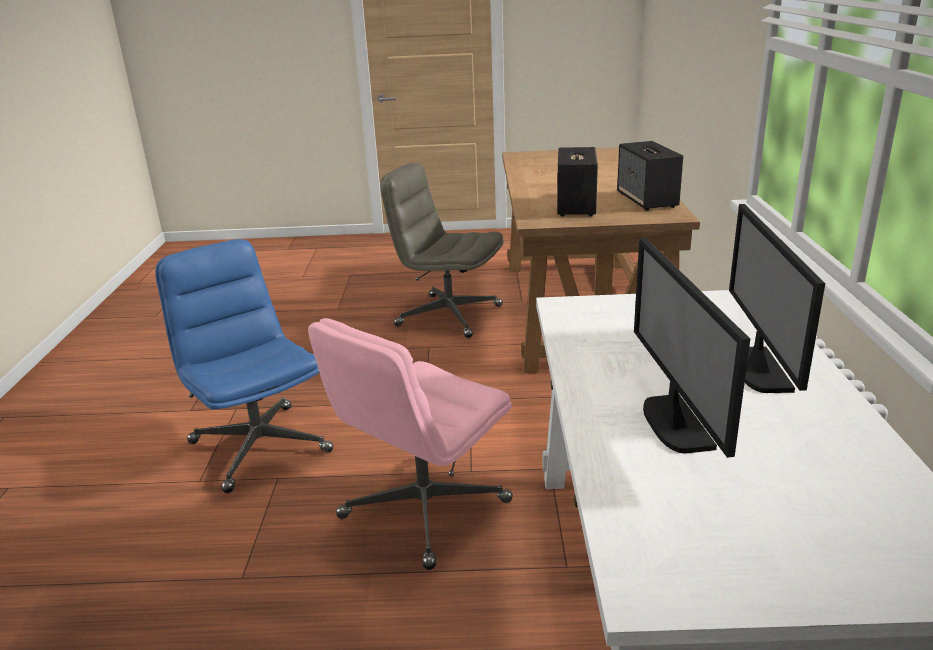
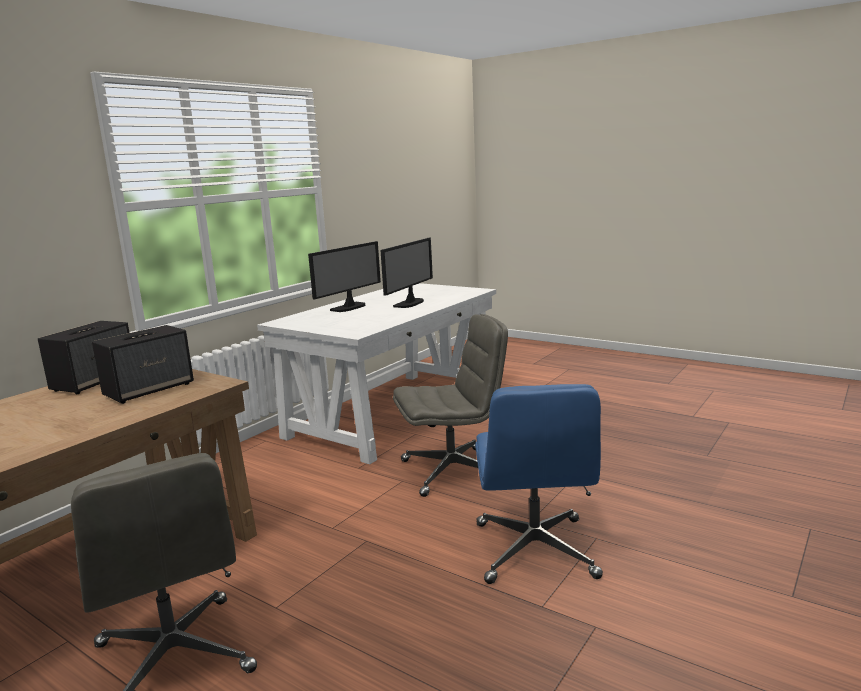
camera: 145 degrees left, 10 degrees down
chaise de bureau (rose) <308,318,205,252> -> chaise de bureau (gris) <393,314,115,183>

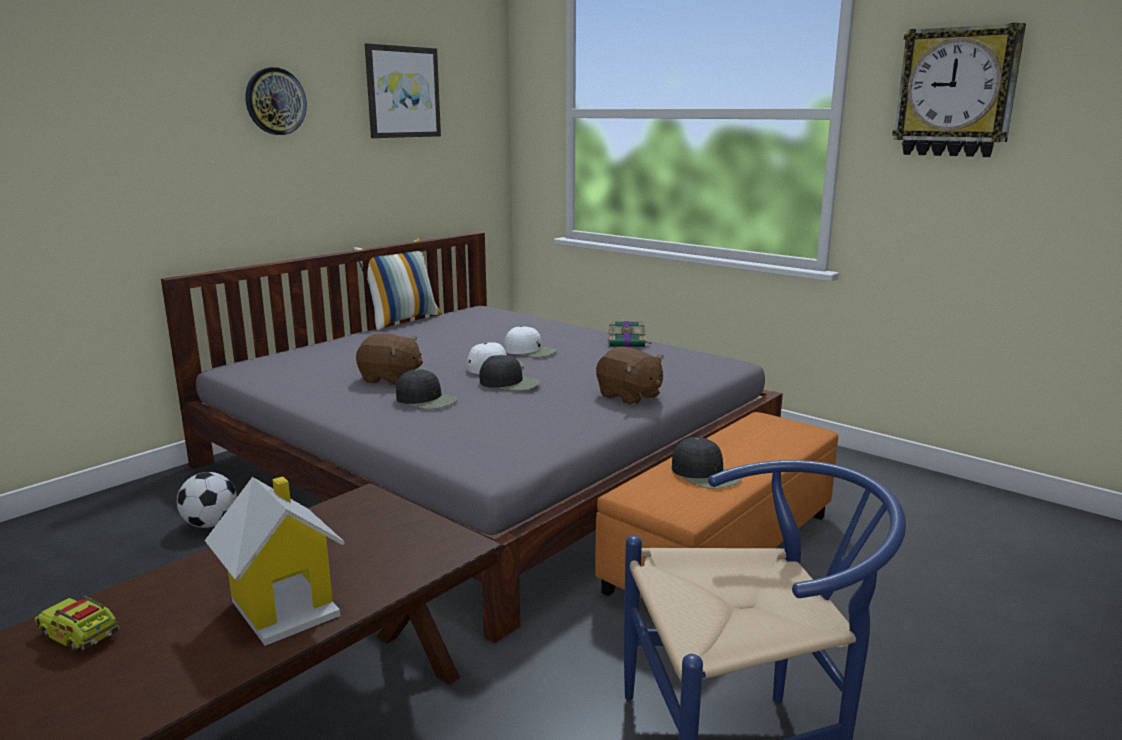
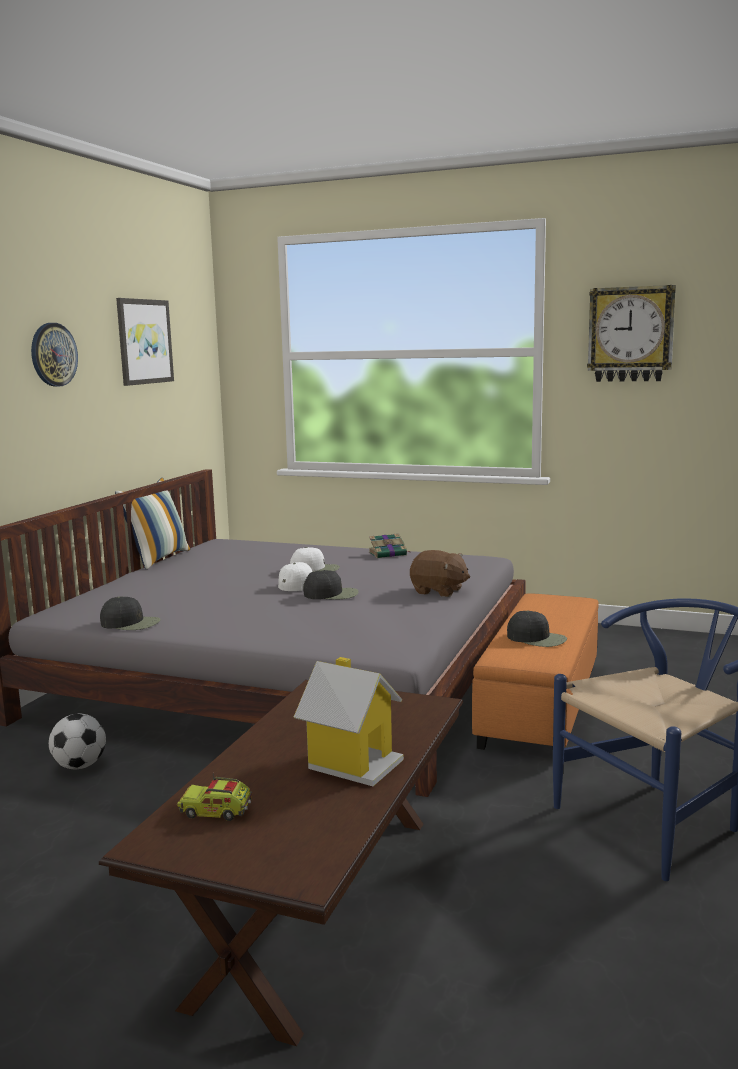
camera: 20 degrees left, 5 degrees down
peluche (marron) <356,333,67,52> -> none
casquette (noir) <396,369,62,40> -> casquette (noir) <100,596,61,34>, relocated

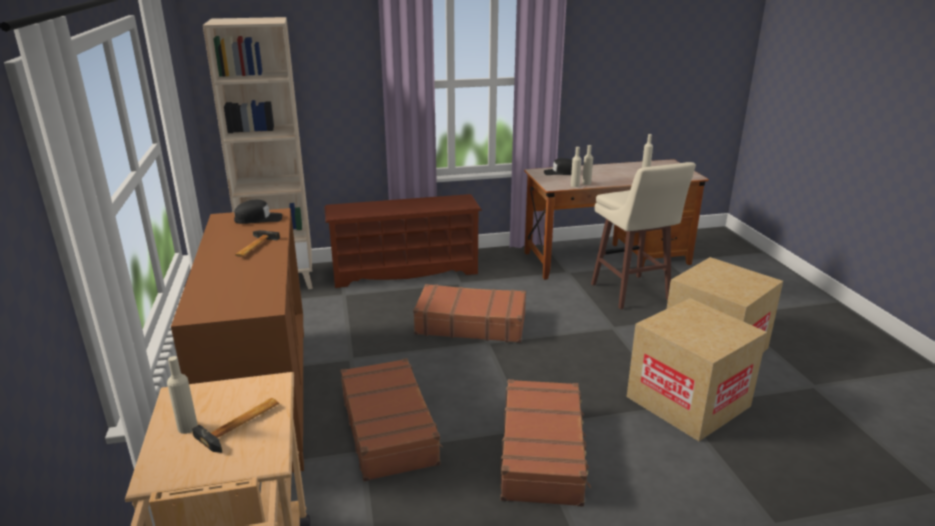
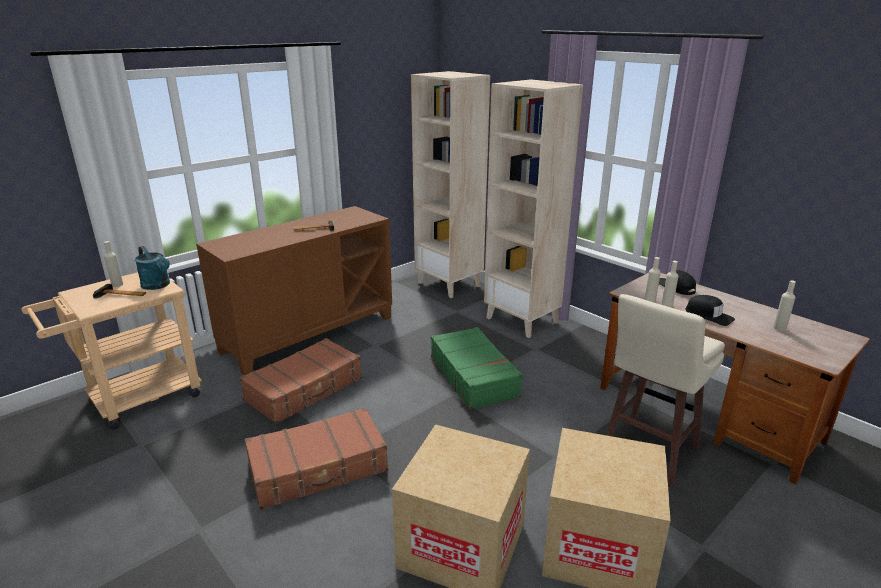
camera: 60 degrees right, 0 degrees up
none -> arrosoir (turquoise) <135,246,35,44>
casquette (noir) <234,200,48,24> -> casquette (noir) <685,295,50,31>, relocated
étagère à chaussures (marron) <324,194,158,94> -> bibliothèque (beige) <484,79,99,259>
valise (marron) <413,284,113,59> -> valise (vert) <431,327,92,83>

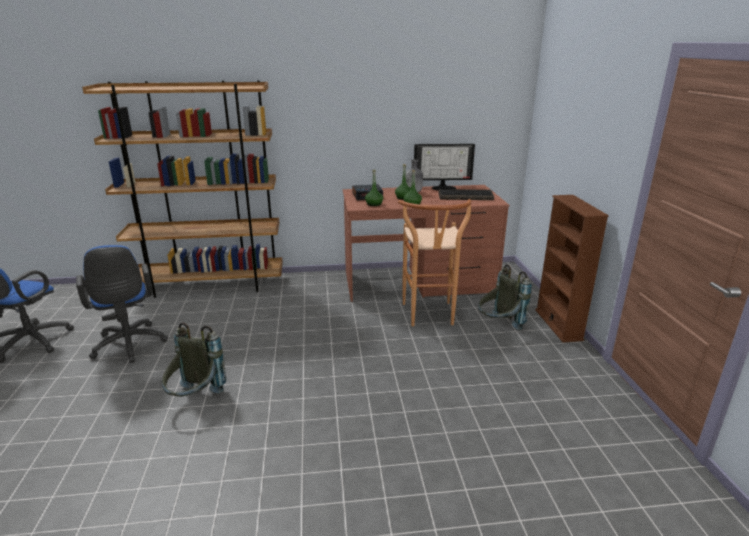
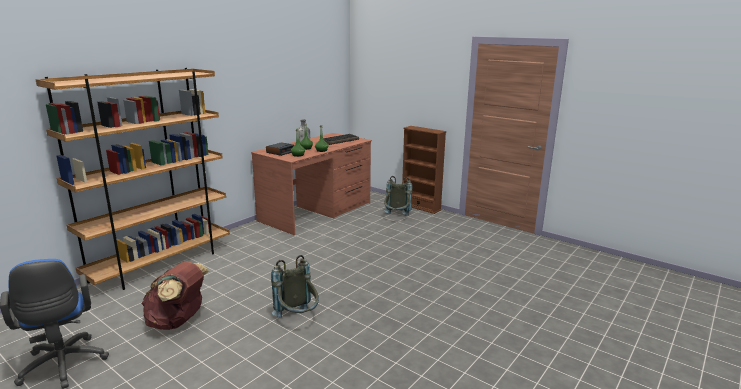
camera: 45 degrees left, 5 degrees down
tabouret (marron) <398,199,74,127> -> none
écran d'ordinateur <414,144,61,47> -> none
chaise de bureau (bleu) <76,245,92,118> -> sac à dos (marron) <142,262,67,68>

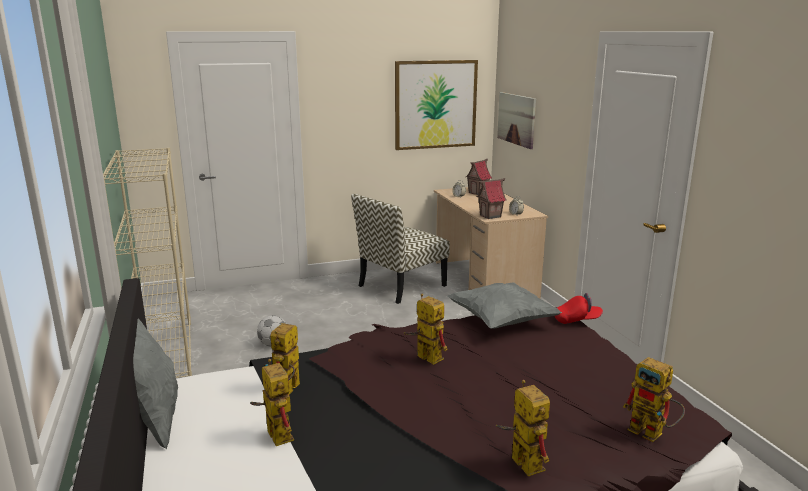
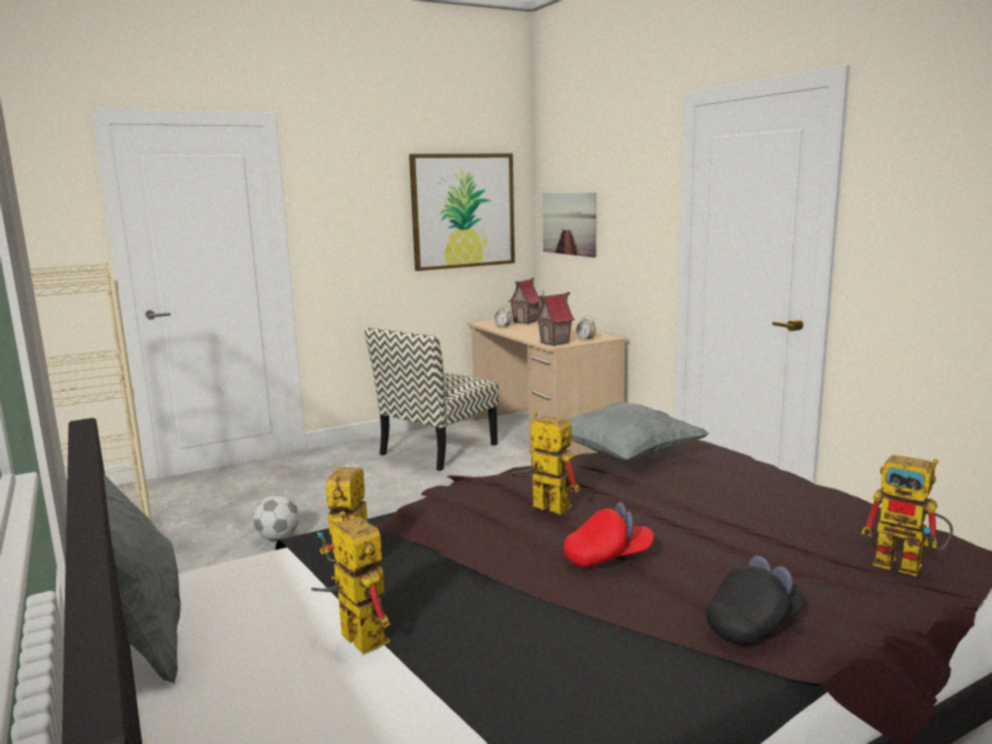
camera: 10 degrees left, 5 degrees down
casquette (rouge) <555,293,48,31> -> casquette (rouge) <564,502,90,66>, relocated
robot jouet <496,380,54,96> -> casquette (noir) <706,556,99,89>

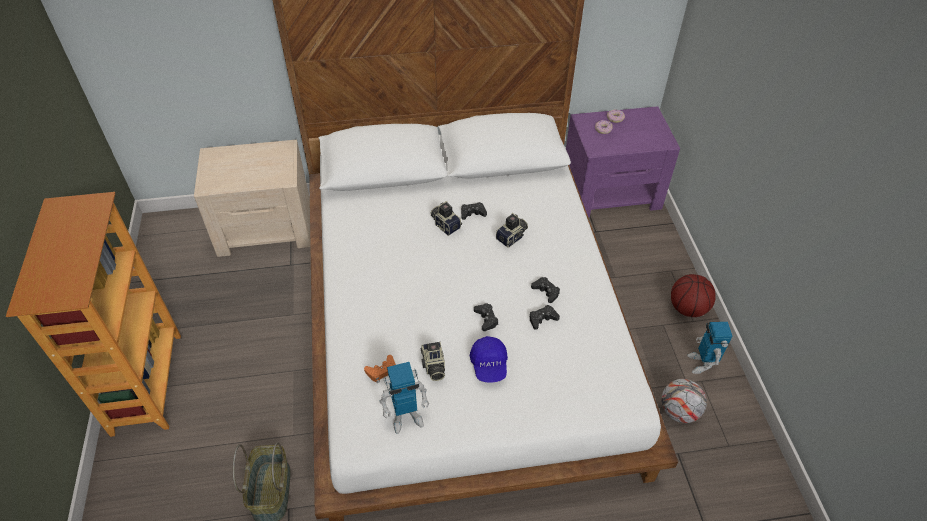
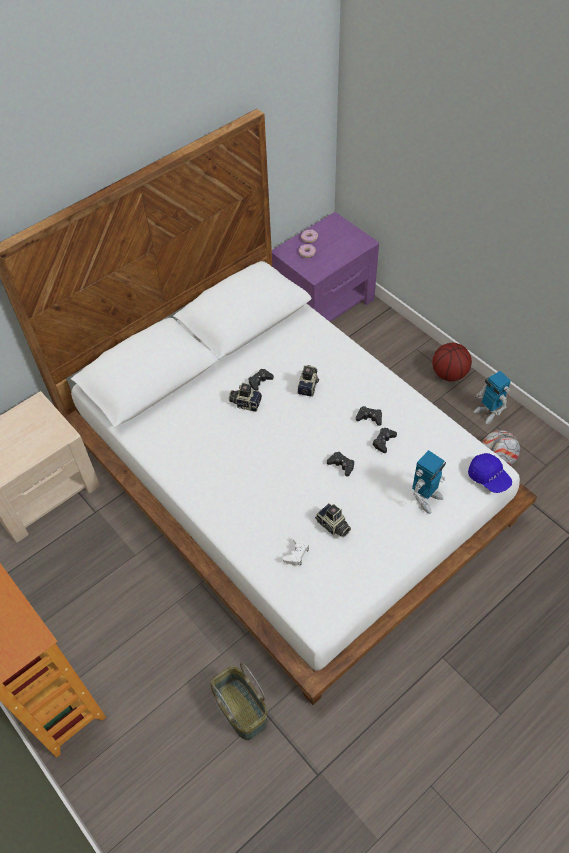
camera: 30 degrees left, 5 degrees up
robot jouet <380,362,50,72> -> robot jouet <412,450,34,64>, relocated
casquette (bleu) <470,336,38,47> -> casquette (bleu) <468,453,44,40>, relocated
manette (orange) <364,355,32,28> -> manette (blanc) <283,536,26,30>

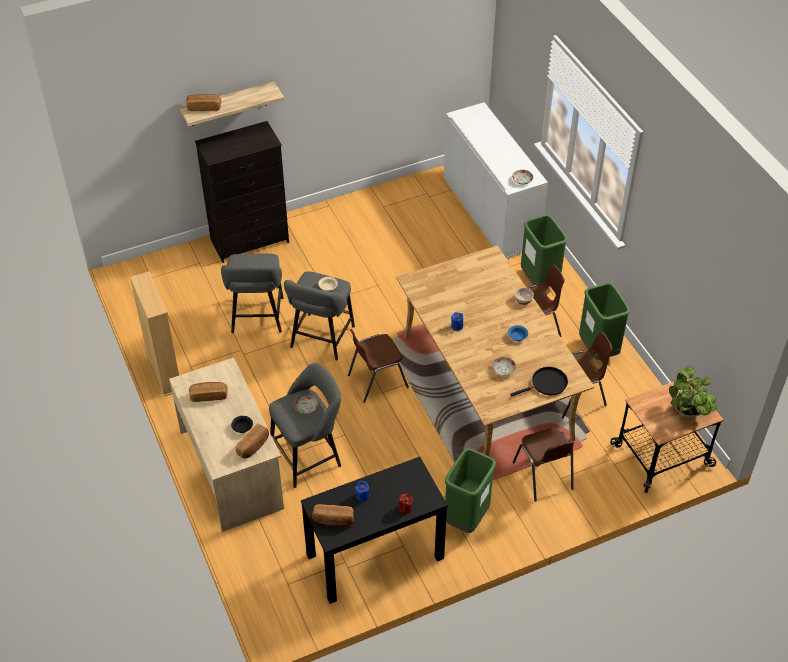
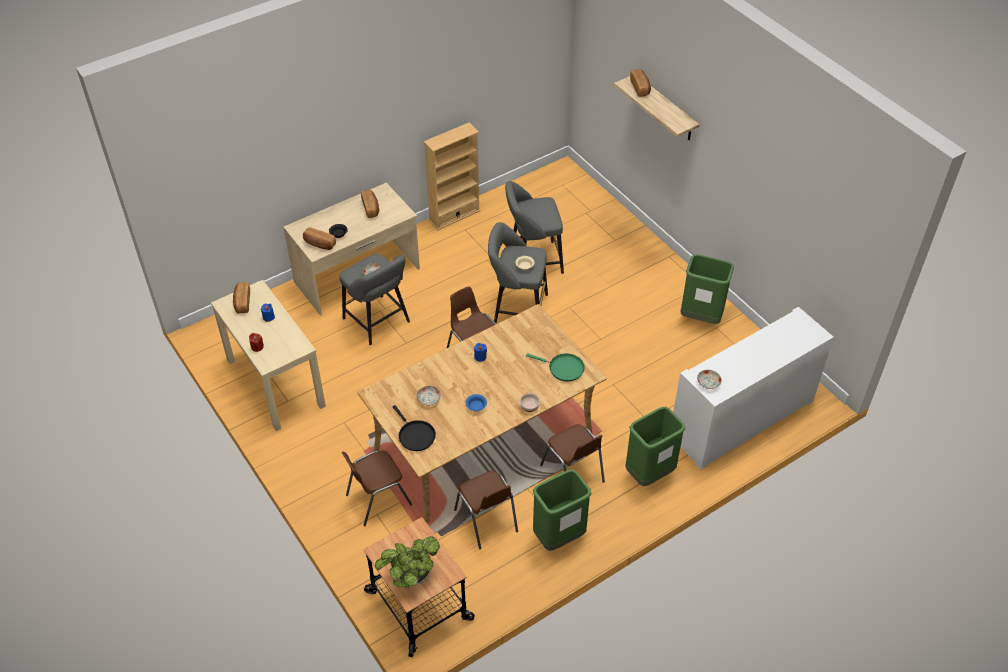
camera: 80 degrees right, 0 degrees up
commode (noir) <195,121,94,142> -> none
none -> poêle (vert) <526,353,59,29>
poubelle (vert) <445,448,51,85> -> poubelle (vert) <681,254,53,70>, relocated
table console (noir) <301,457,147,147> -> table console (beige) <211,280,115,151>

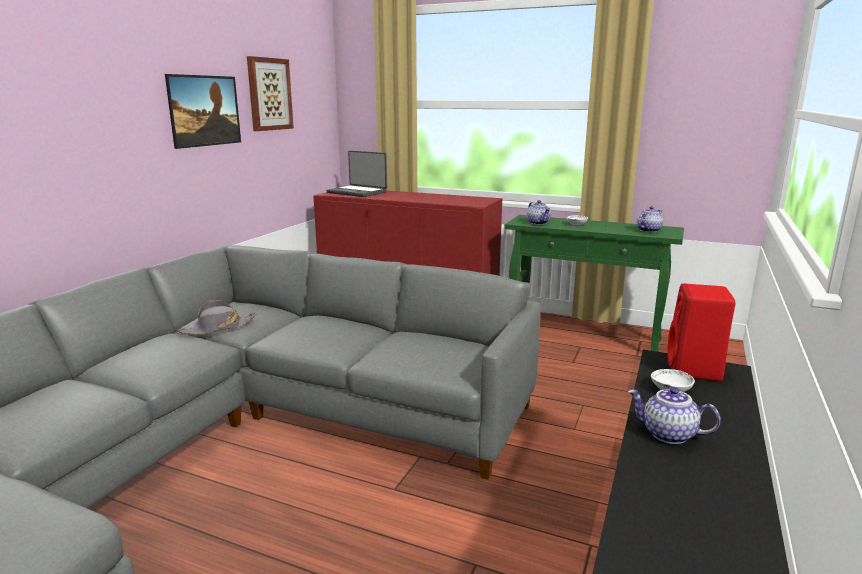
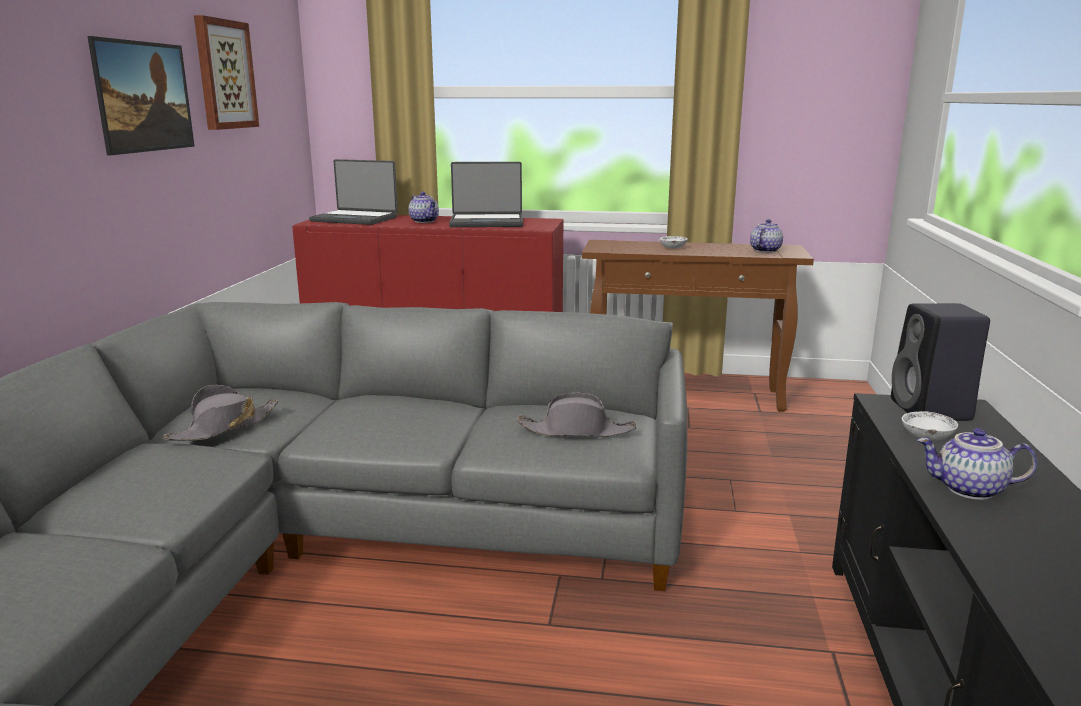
camera: 15 degrees left, 0 degrees up
none -> ordinateur portable <449,162,74,65>
none -> chapeau (gris) <517,392,119,45>
théière <527,200,24,25> -> théière <409,192,30,31>, relocated
table console (vert) <504,215,180,137> -> table console (marron) <582,240,232,172>
enceinte (rouge) <667,284,69,97> -> enceinte (noir) <891,303,99,118>

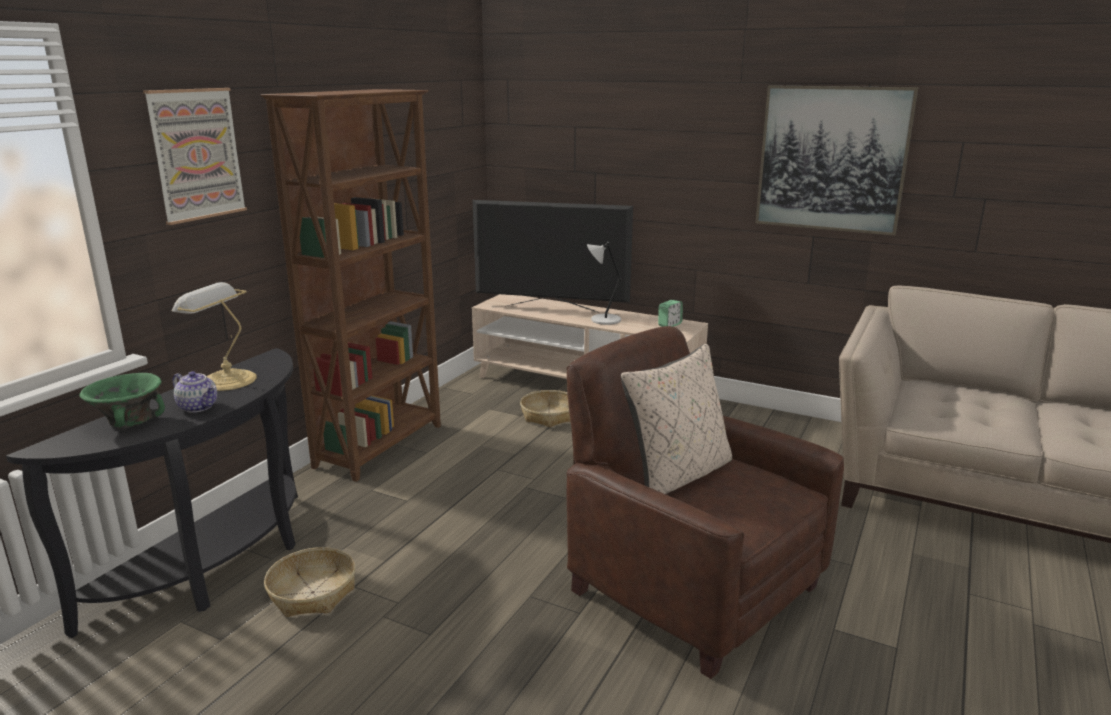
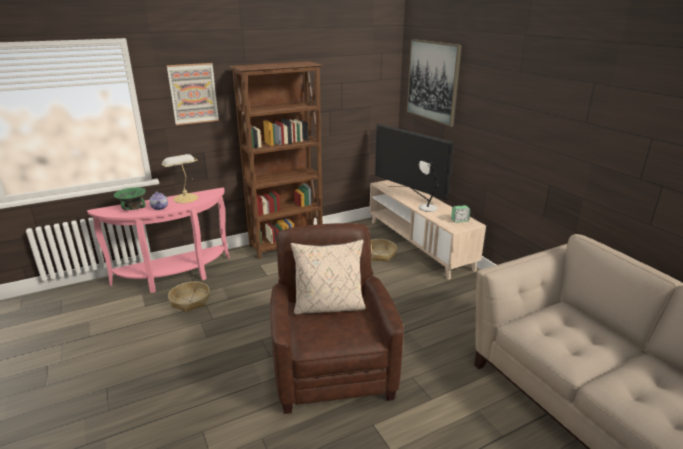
camera: 35 degrees right, 5 degrees up
tableau <756,86,162,150> -> tableau <407,39,55,88>, relocated
table console (noir) <6,348,292,290> -> table console (rose) <87,187,143,106>

